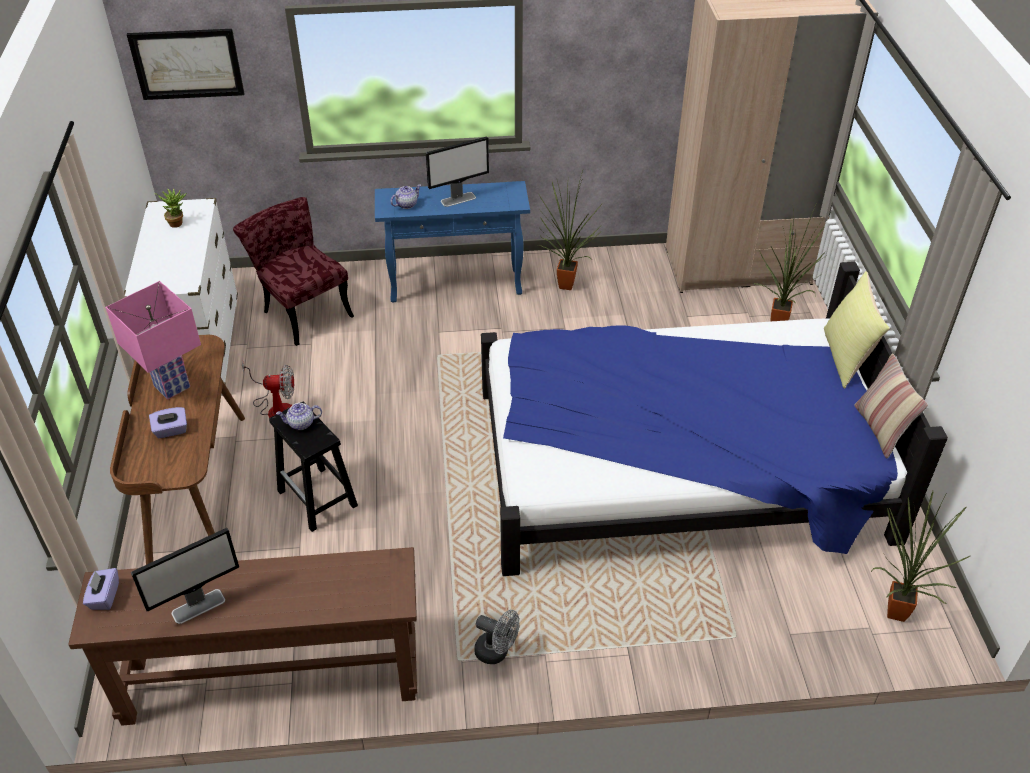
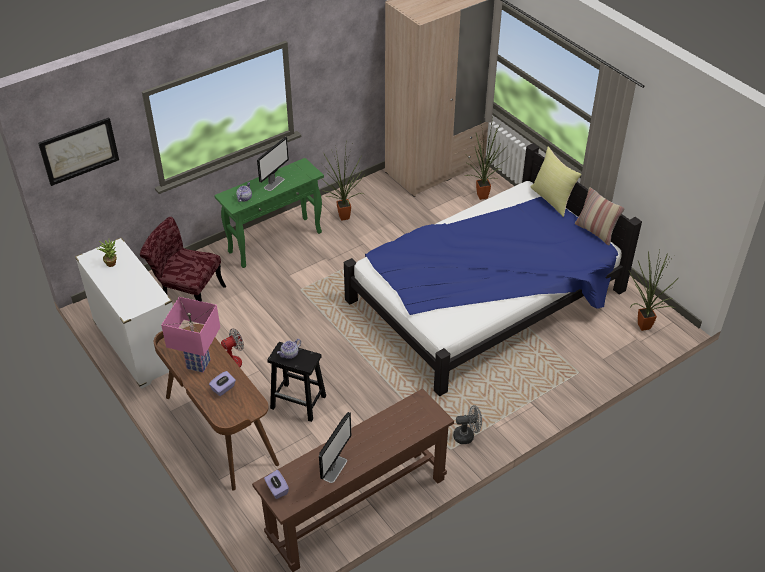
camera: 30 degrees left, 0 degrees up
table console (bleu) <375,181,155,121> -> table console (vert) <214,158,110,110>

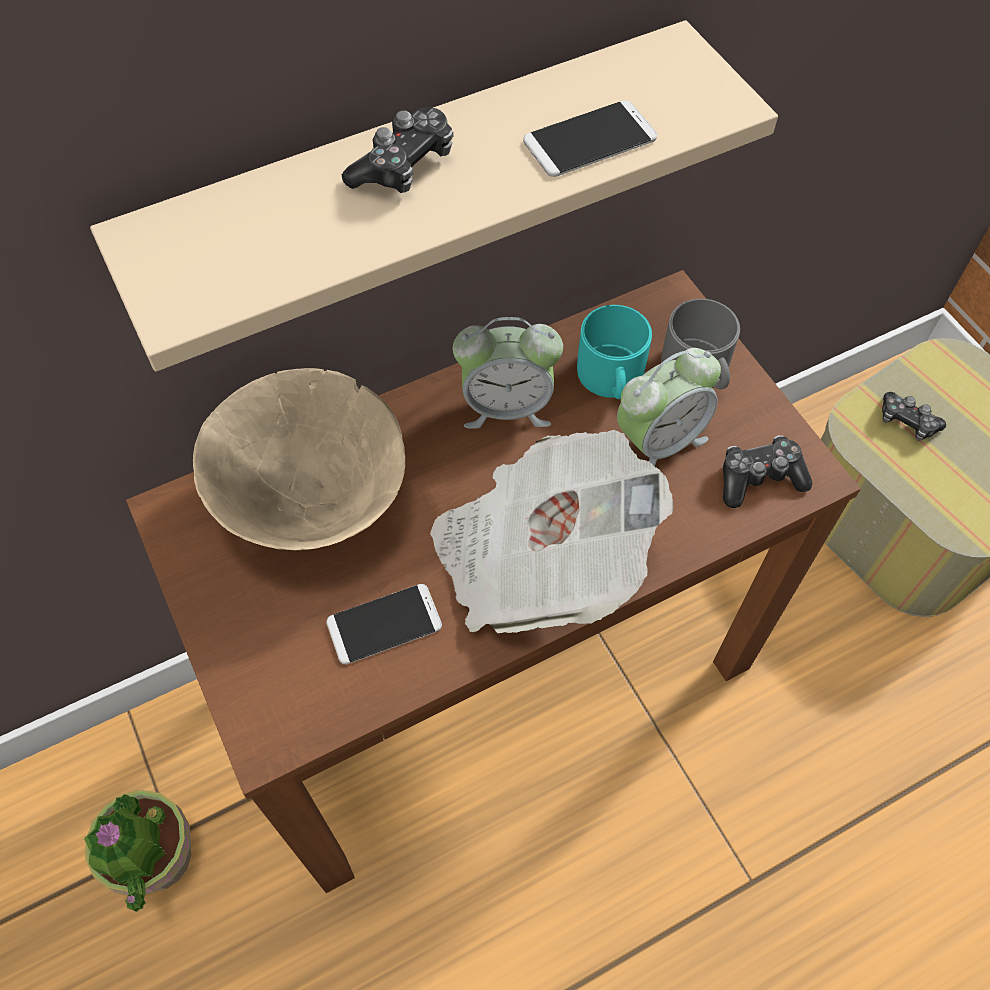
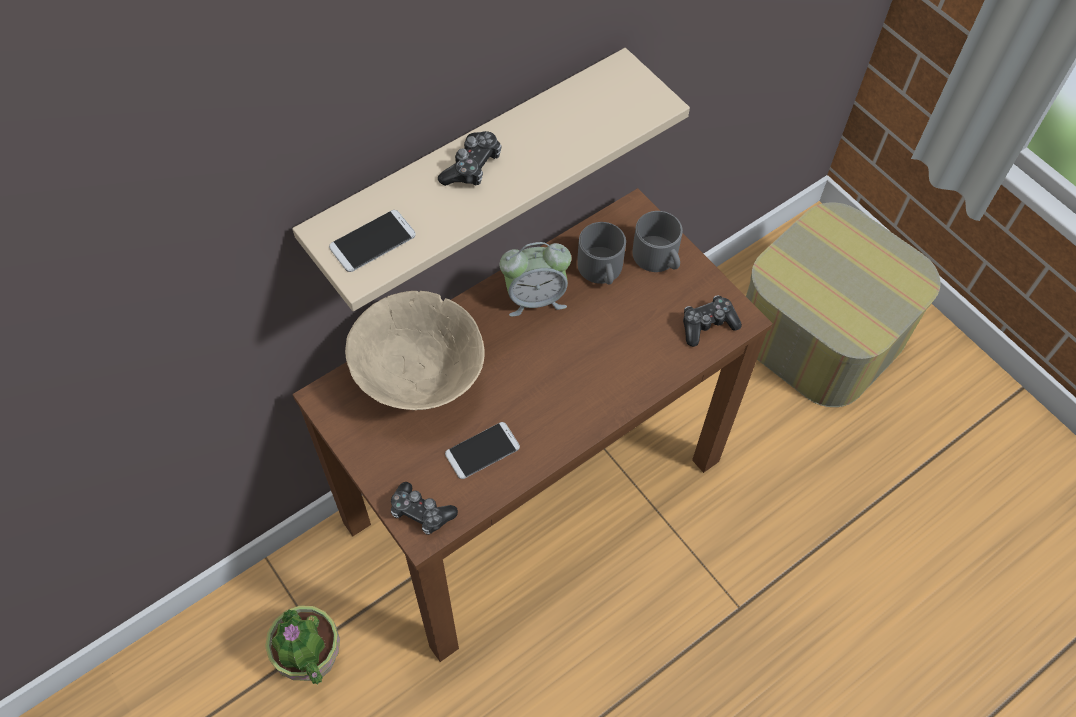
camera: 10 degrees left, 0 degrees up
journal <430,430,243,203> -> none
réveil <617,348,104,119> -> none
téléphone <523,100,134,77> -> téléphone <329,210,87,62>, relocated
manette <882,392,64,49> -> manette <391,482,67,53>, relocated
mug (turquoise) <577,305,75,94> -> mug (gris) <577,222,49,63>

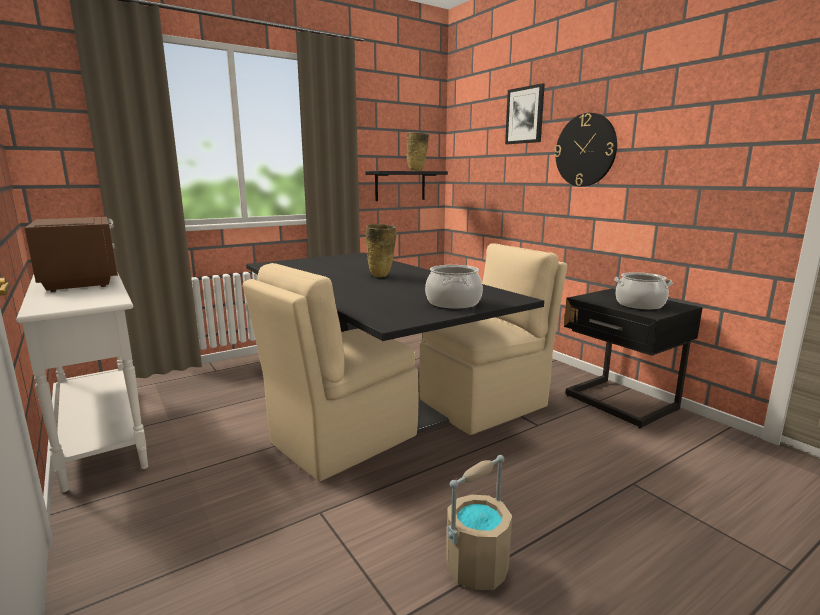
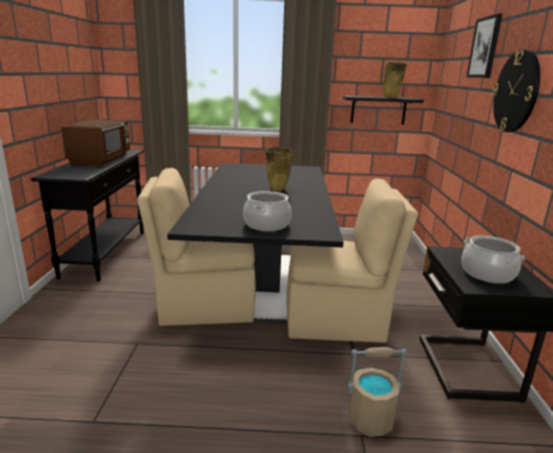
camera: 35 degrees right, 5 degrees up
seau (beige) <446,455,66,135> -> seau (beige) <347,347,60,90>, relocated
table console (blanc) <16,272,132,220> -> table console (noir) <31,149,113,132>

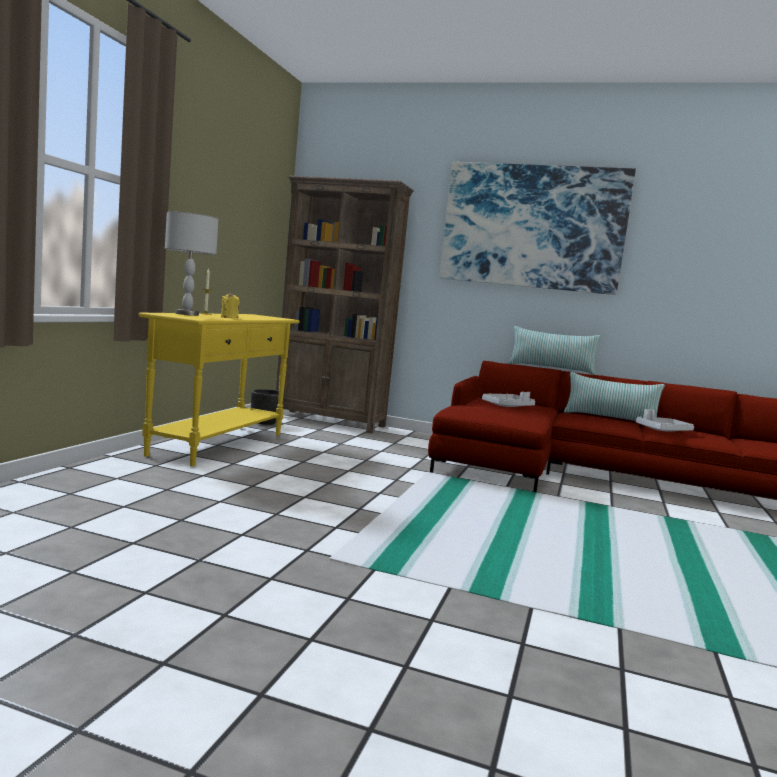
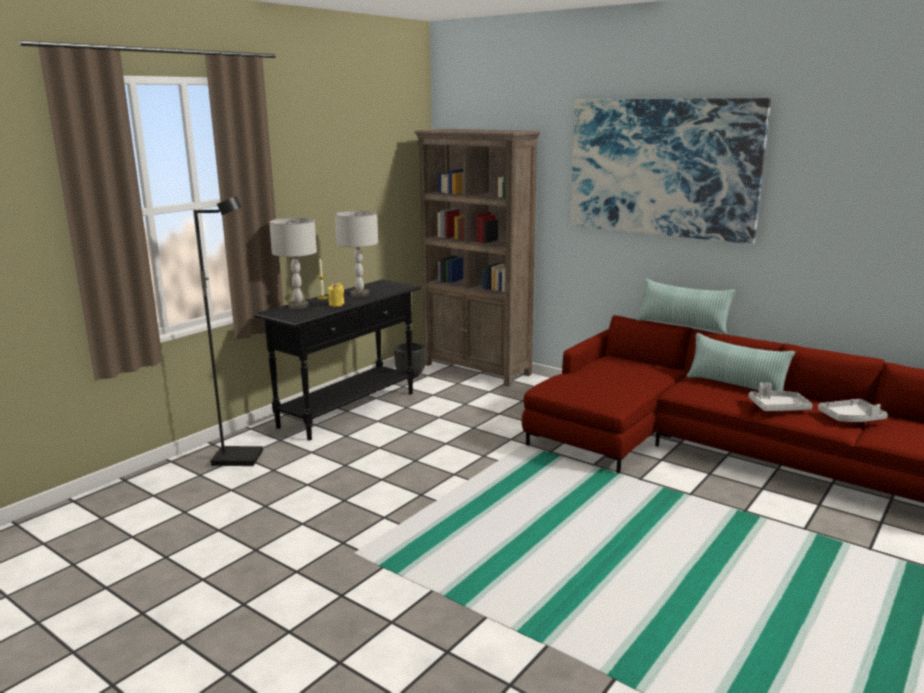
camera: 20 degrees right, 10 degrees up
none -> lampadaire (noir) <194,196,69,270>
none -> lampe de table (gris) <335,210,43,87>
plateau (gris) <482,392,53,15> -> plateau (gris) <818,399,70,23>, relocated
table console (jaune) <138,313,162,153> -> table console (noir) <254,279,167,162>

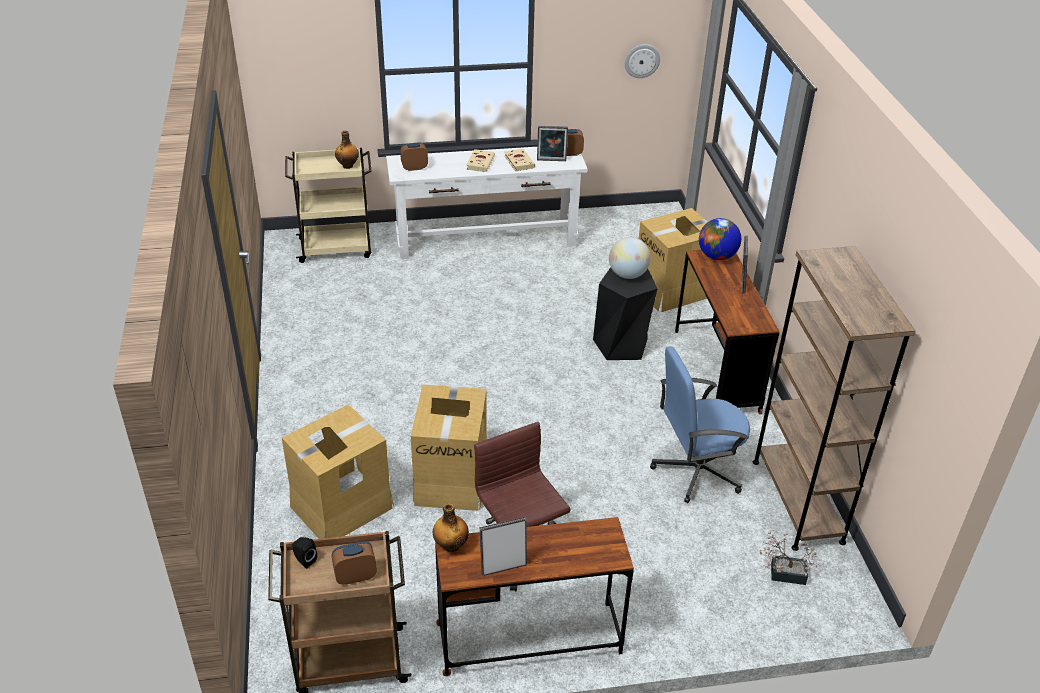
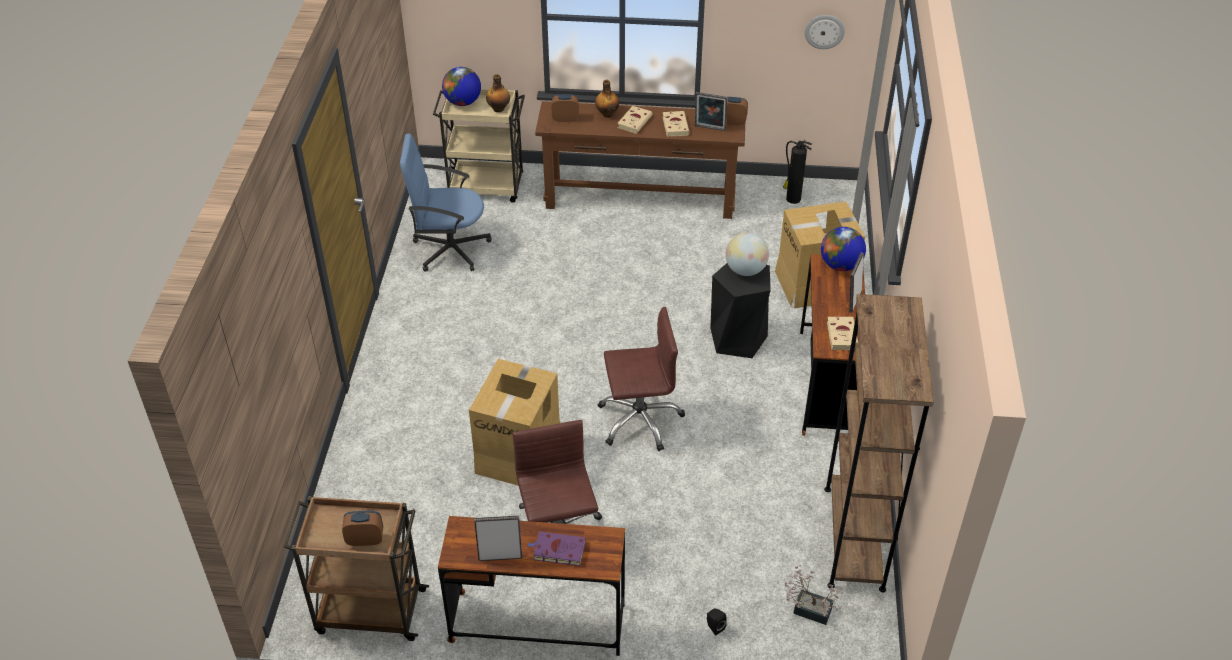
camera: 15 degrees right, 5 degrees up
carton <282,404,112,135> -> none
none -> globe <442,67,39,39>
none -> livre (violet) <528,531,58,35>
none -> chaise de bureau (marron) <598,307,87,144>
none -> extincteur <783,140,29,64>
none -> livre (beige) <827,316,31,34>
enceinte (noir) <292,537,25,32> -> enceinte (noir) <707,608,20,27>, relocated
bouteille <433,503,36,49> -> bouteille <595,80,24,37>, relocated
chaise de bureau (bleu) <650,346,100,157> -> chaise de bureau (bleu) <400,134,91,138>, relocated
table console (blanc) <386,147,202,112> -> table console (marron) <535,101,210,118>

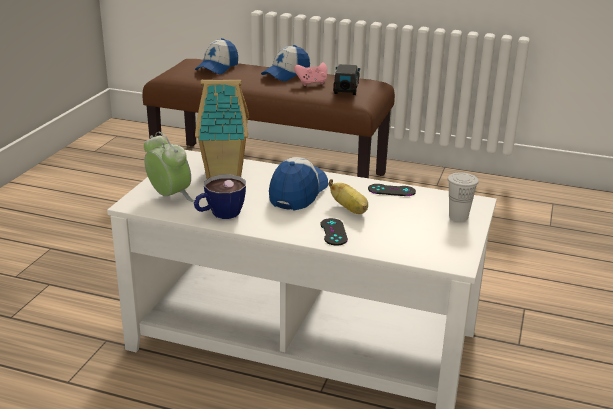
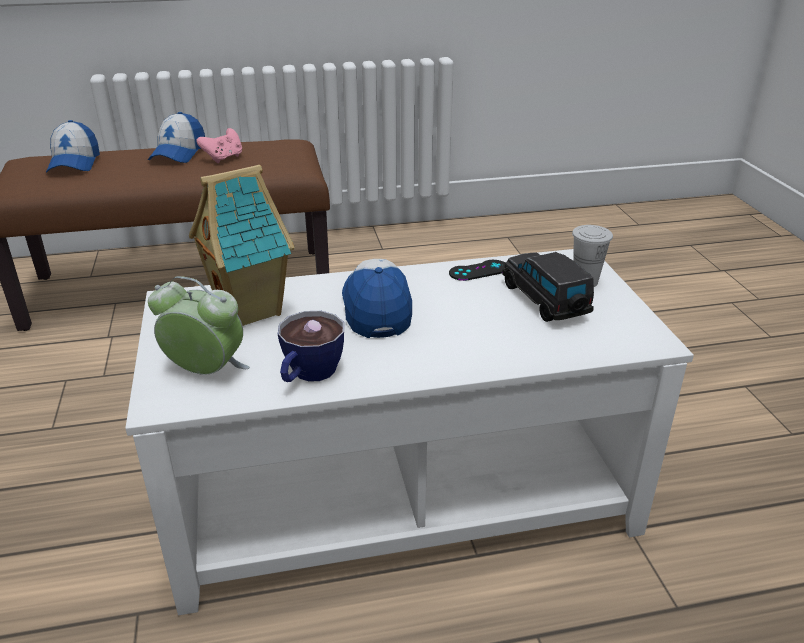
camera: 30 degrees left, 5 degrees up
manette (noir) <320,218,28,28> -> none
banane <329,179,39,35> -> none
petite voiture (noir) <333,64,27,31> -> petite voiture (noir) <502,252,92,70>, relocated

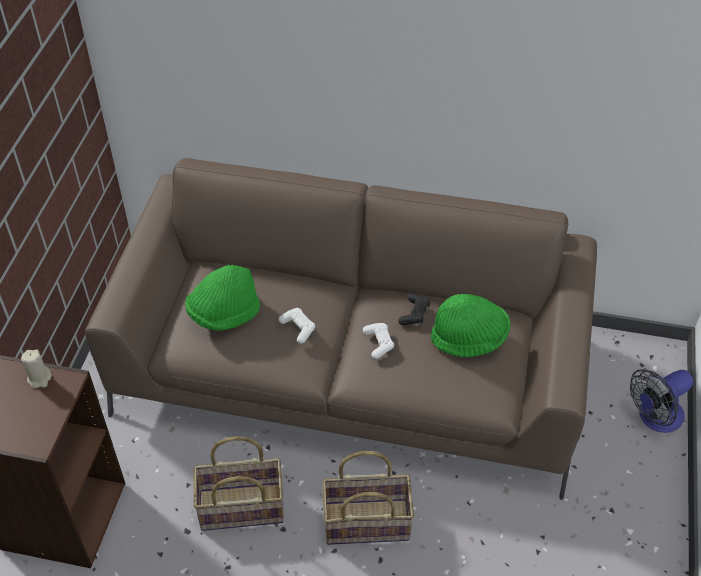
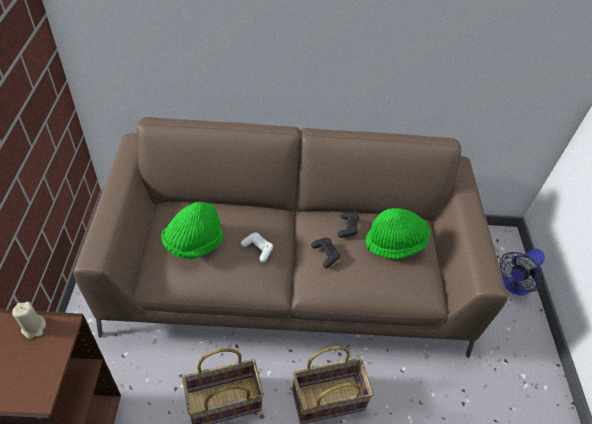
camera: 15 degrees left, 0 degrees up
manette (blanc) <363,323,31,36> -> manette (noir) <311,238,29,30>

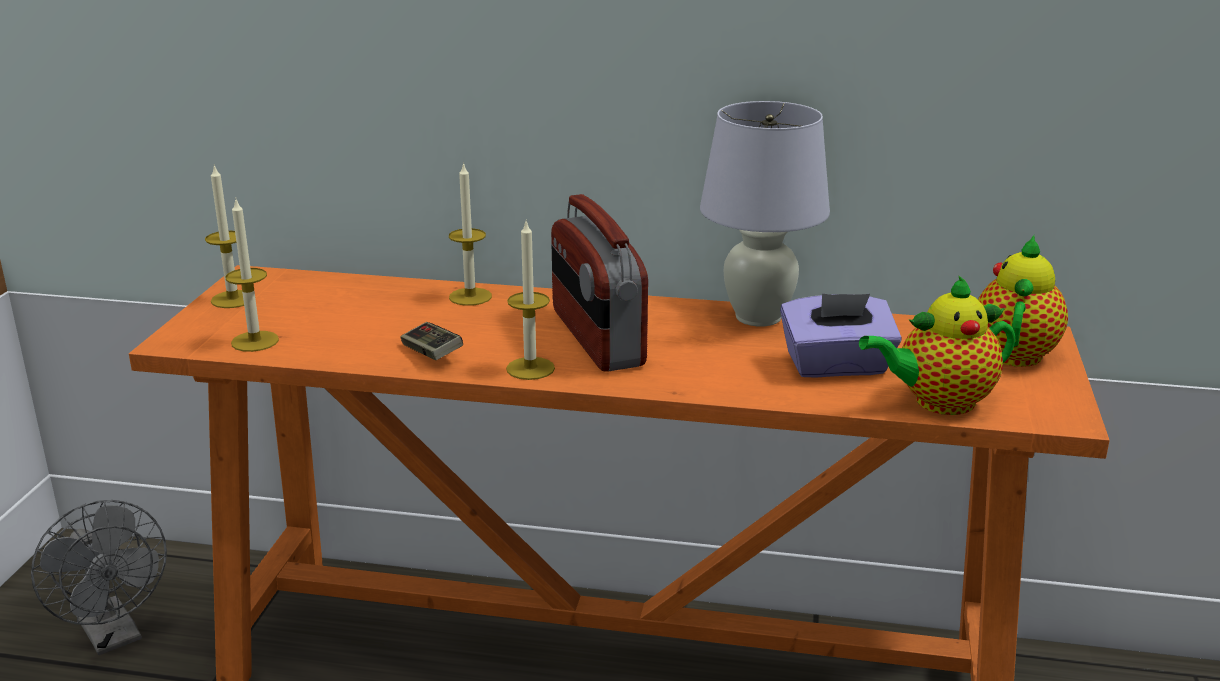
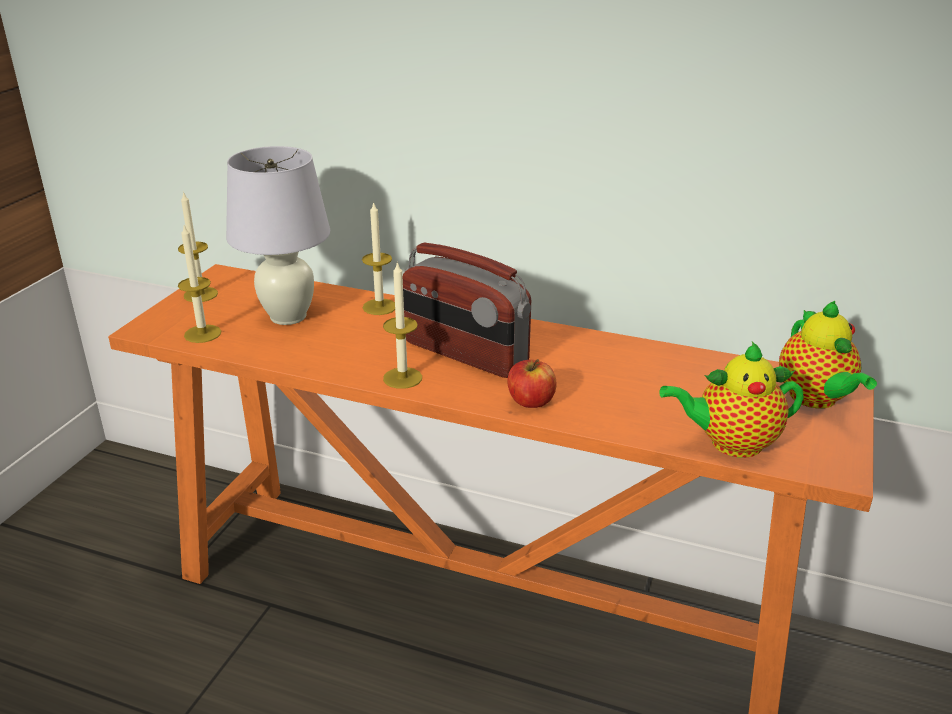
camera: 10 degrees right, 5 degrees up
ventilateur (gris) <31,500,136,155> -> none
manette <400,322,63,38> -> none
boîte à mouchoirs (violet) <780,293,122,84> -> none
none -> pomme <507,359,49,49>
lampe de table (blanc) <700,101,130,226> -> lampe de table (blanc) <226,146,104,179>, relocated
radio <551,194,97,178> -> radio <403,243,128,135>, 45 degrees counterclockwise
théière <978,235,90,132> -> théière <779,301,98,108>, 135 degrees clockwise

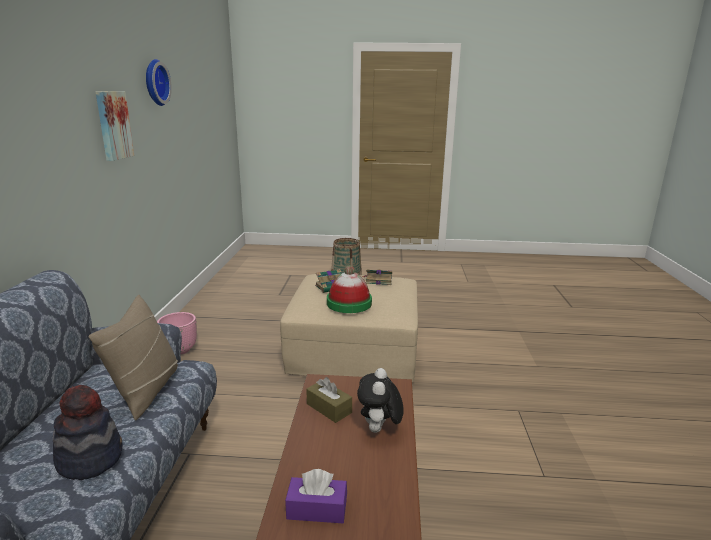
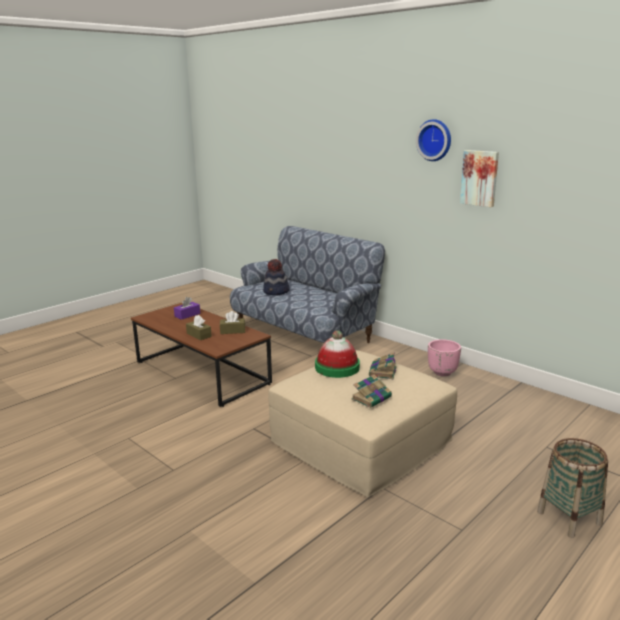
camera: 130 degrees right, 0 degrees up
coussin (beige) <89,295,89,126> -> none
horloge murale <146,59,26,47> -> horloge murale <416,119,35,42>, relocated
peluche <357,368,47,65> -> boîte à mouchoirs (marron) <186,315,26,25>

